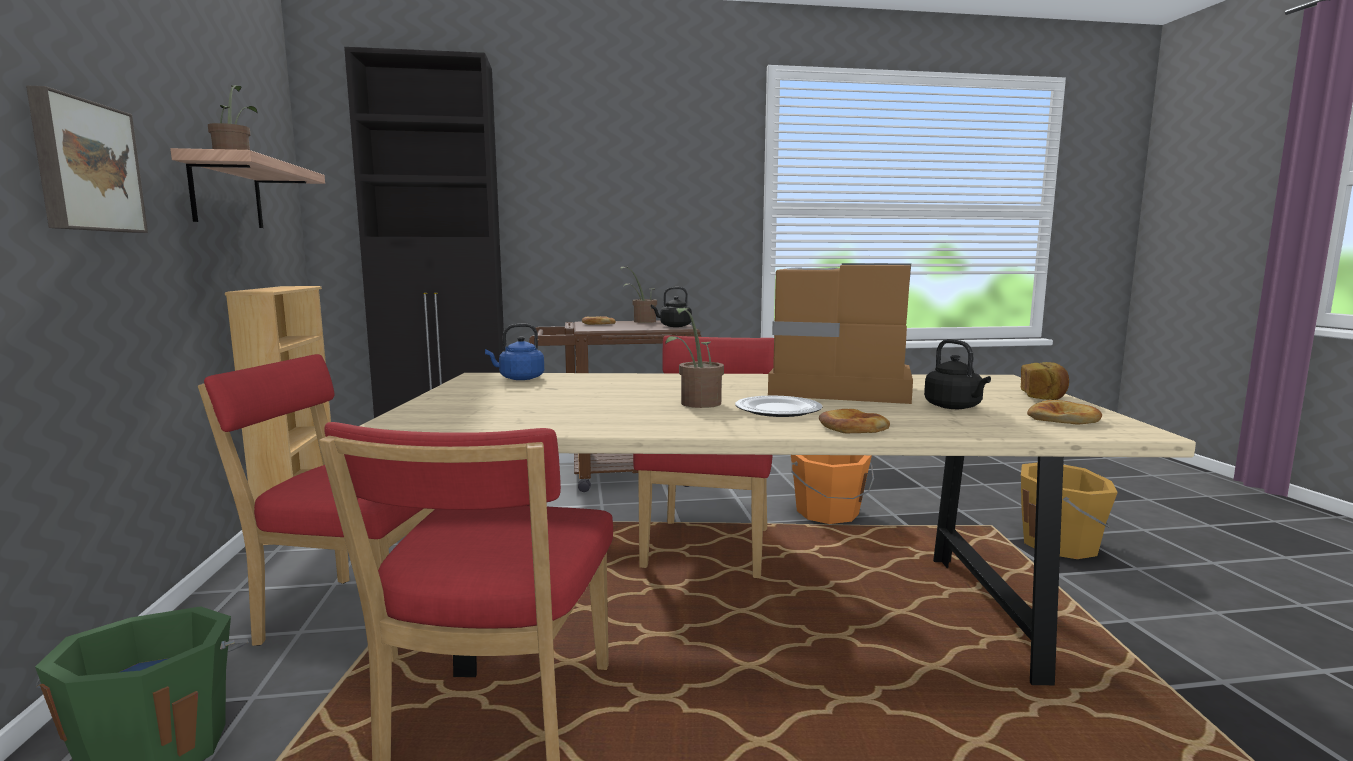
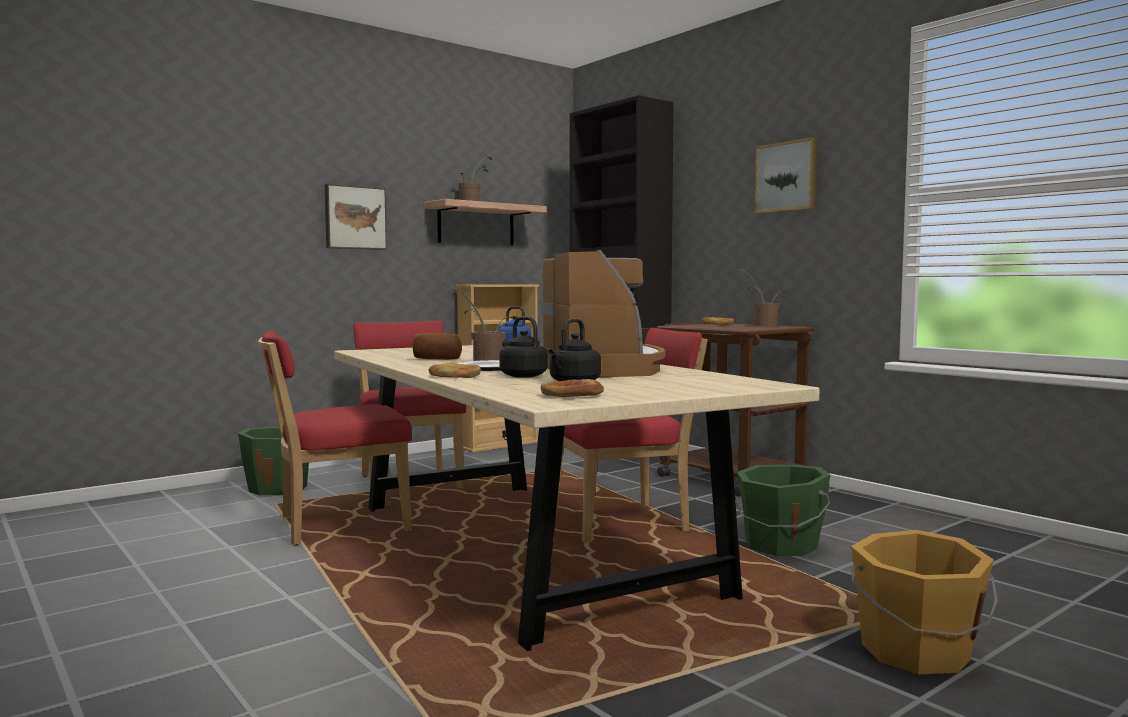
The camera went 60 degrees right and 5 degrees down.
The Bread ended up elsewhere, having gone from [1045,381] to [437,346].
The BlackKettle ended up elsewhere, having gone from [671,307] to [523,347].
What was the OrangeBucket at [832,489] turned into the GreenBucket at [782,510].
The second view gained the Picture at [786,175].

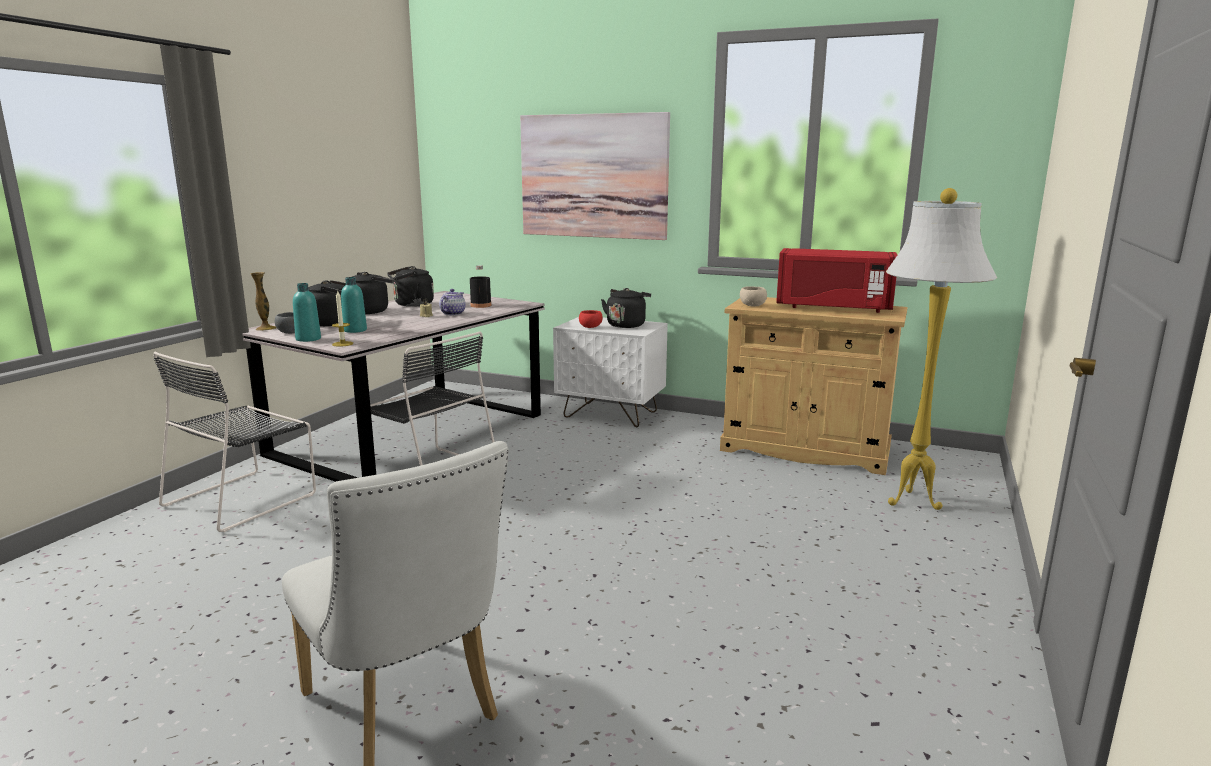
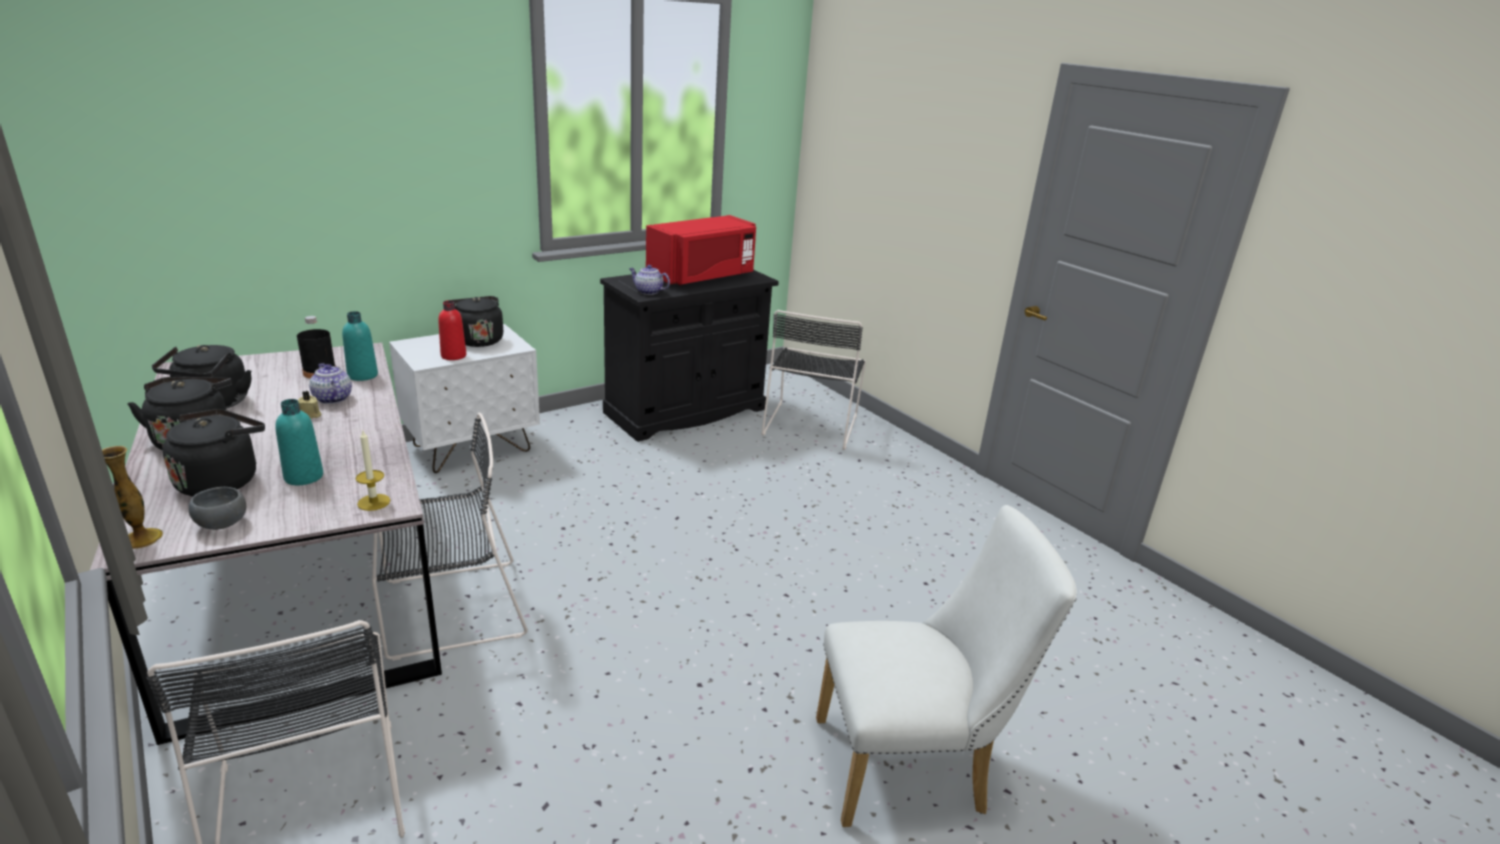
The camera went 60 degrees left and 10 degrees up.
The TurquoiseBottle ended up elsewhere, having gone from [307,312] to [360,346].
Where the RedBowl stood at [591,319], the RedBottle came to stand at [452,330].
What was the BeigeCabinet at [814,386] turned into the BlackCabinet at [689,356].
Where the BeigeBowl stood at [753,296], the Teapot came to stand at [649,280].
Where the WhiteFloorLamp stood at [941,349], the BlackChair came to stand at [814,380].
The second view lost the Picture at [595,176].

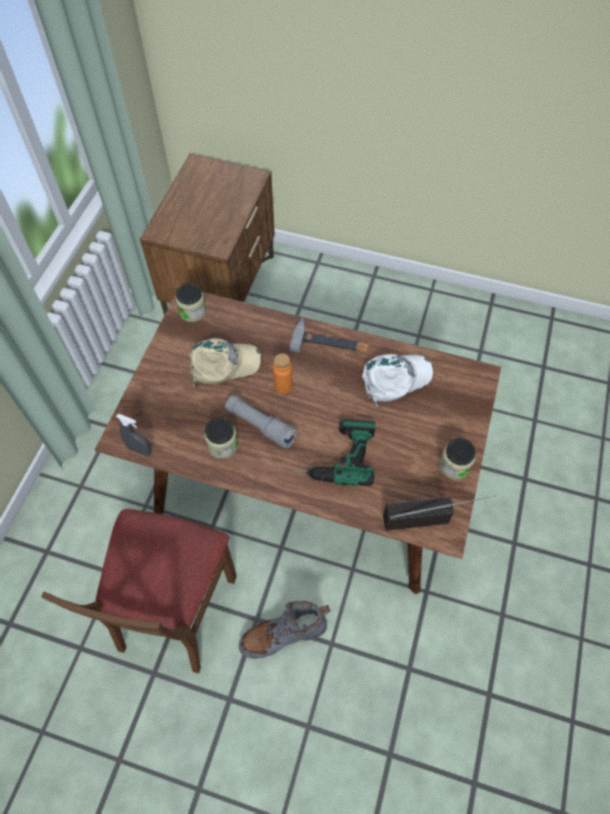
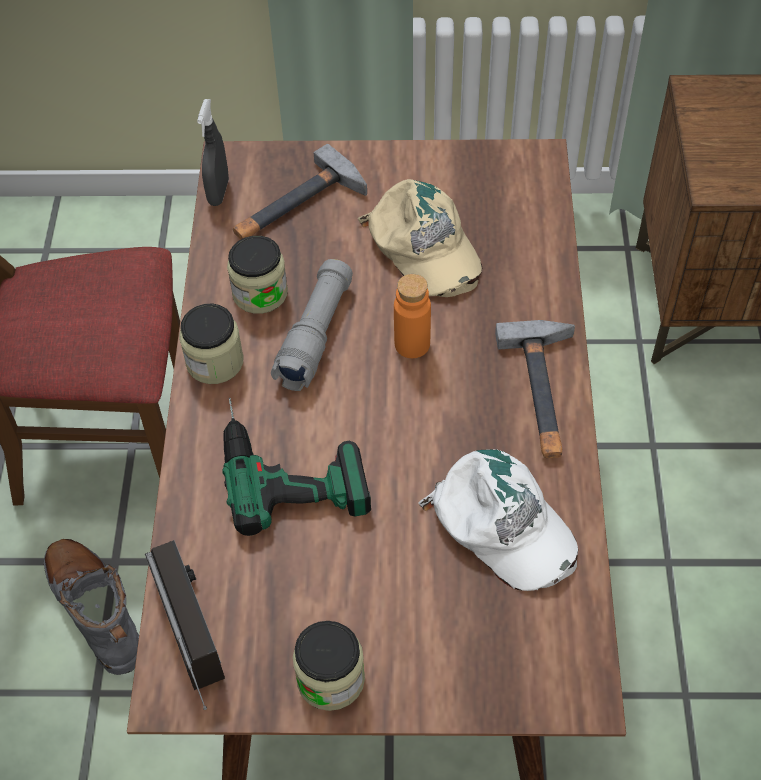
The camera went 75 degrees right and 5 degrees down.
The Jar ended up elsewhere, having gone from [191,302] to [211,344].
The second view gained the Hammer at [300,192].

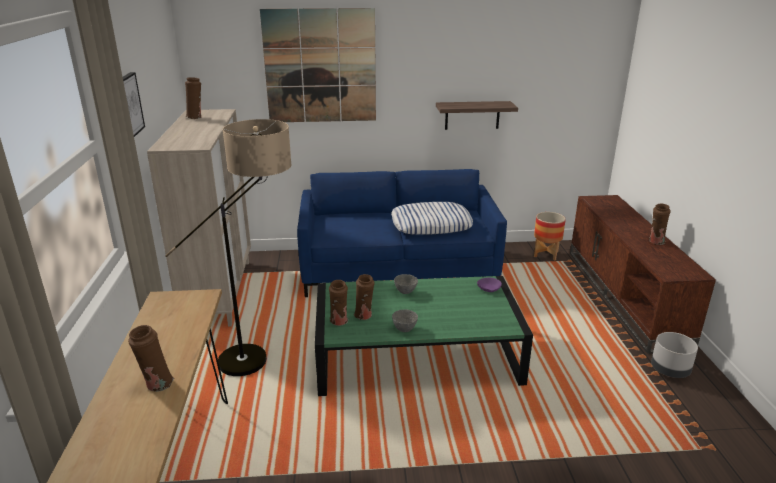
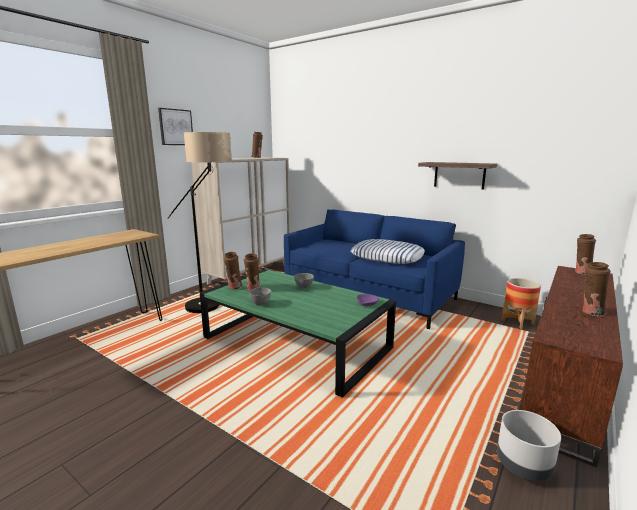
The camera went 40 degrees right and 10 degrees down.
The BrownVase ended up elsewhere, having gone from [151,358] to [585,254].
The second view lost the Picture at [318,65].

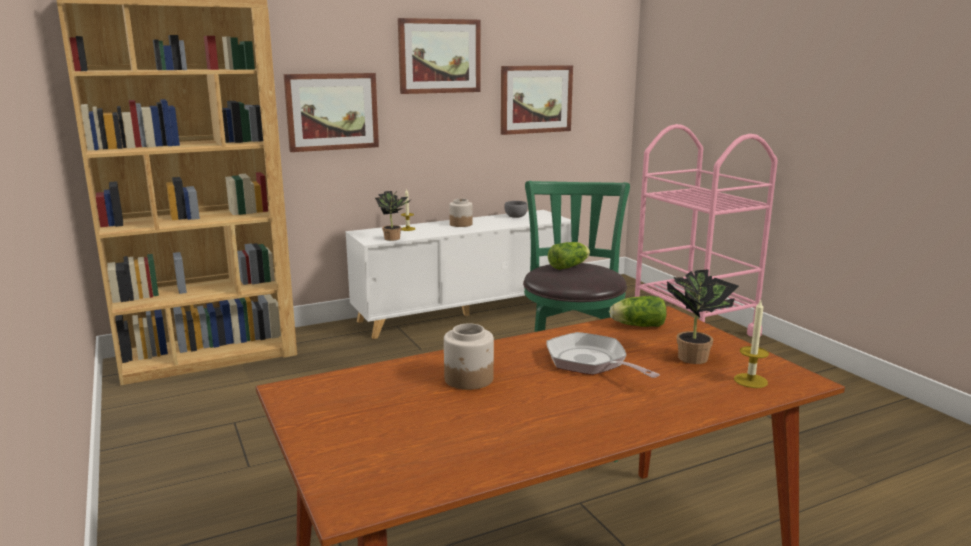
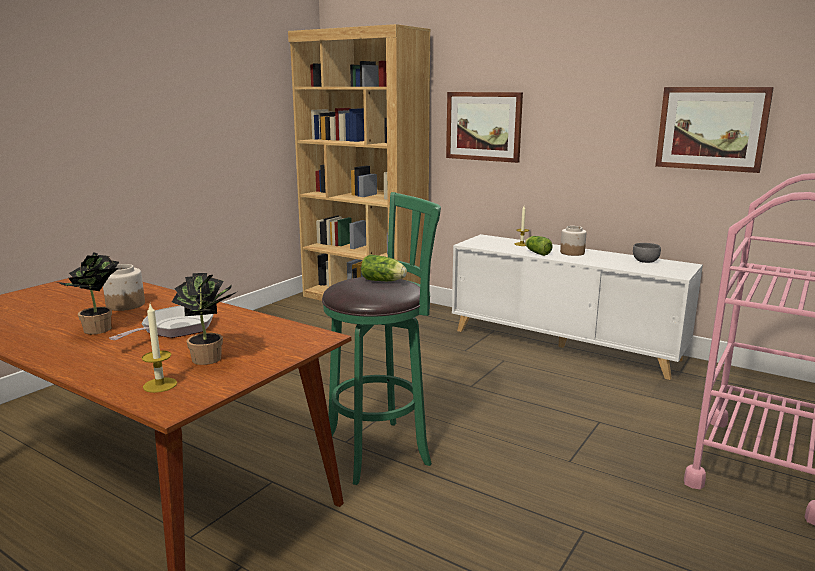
The camera went 60 degrees right and 0 degrees up.
The PottedPlant ended up elsewhere, having gone from [393,216] to [88,293].
The Lettuce ended up elsewhere, having gone from [638,311] to [539,246].
The second view lost the Picture at [439,56].

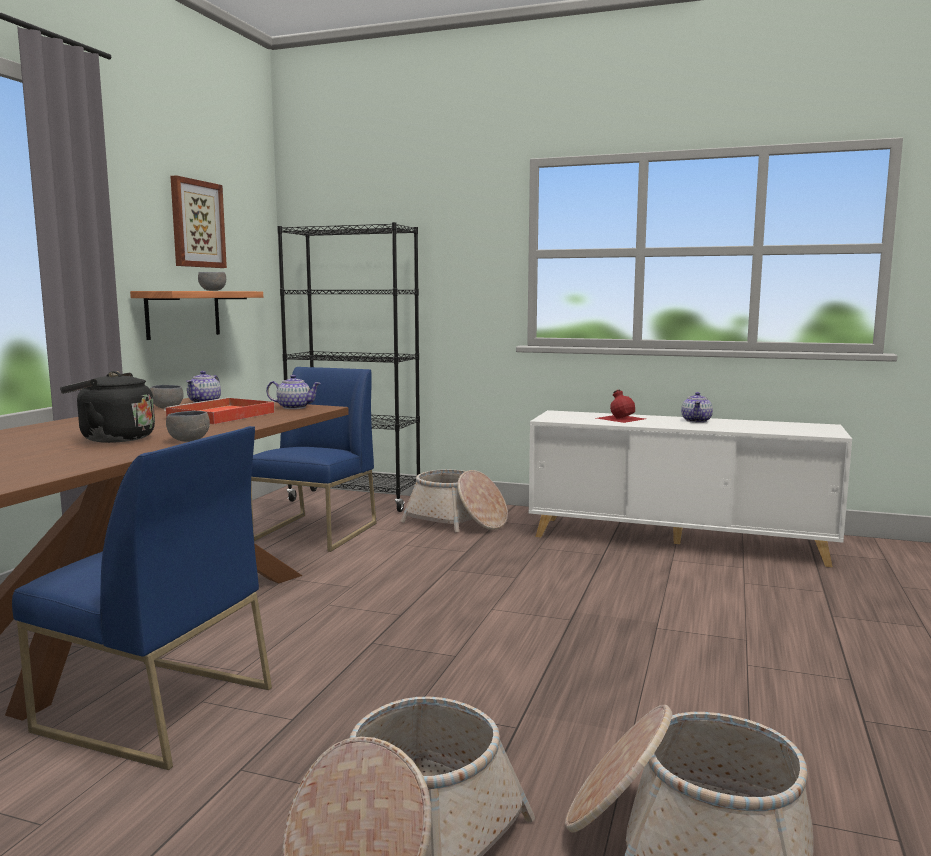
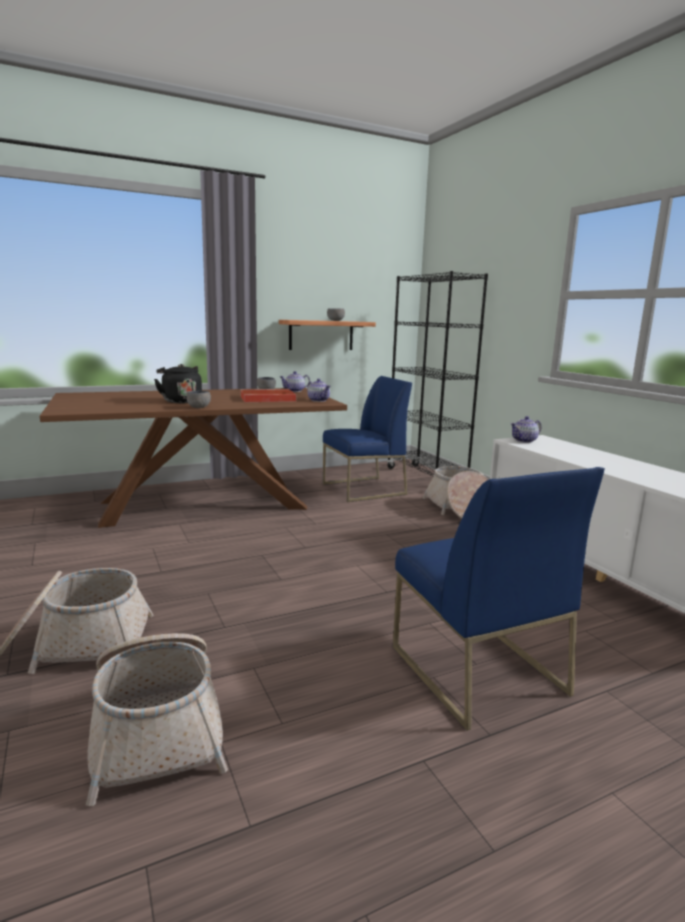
The camera went 45 degrees right and 5 degrees up.
The BlueChair ended up elsewhere, having gone from [142,598] to [499,599].
The Teapot ended up elsewhere, having gone from [697,407] to [525,429].
The second view lost the Picture at [198,221].
The second view lost the RedBottle at [620,406].

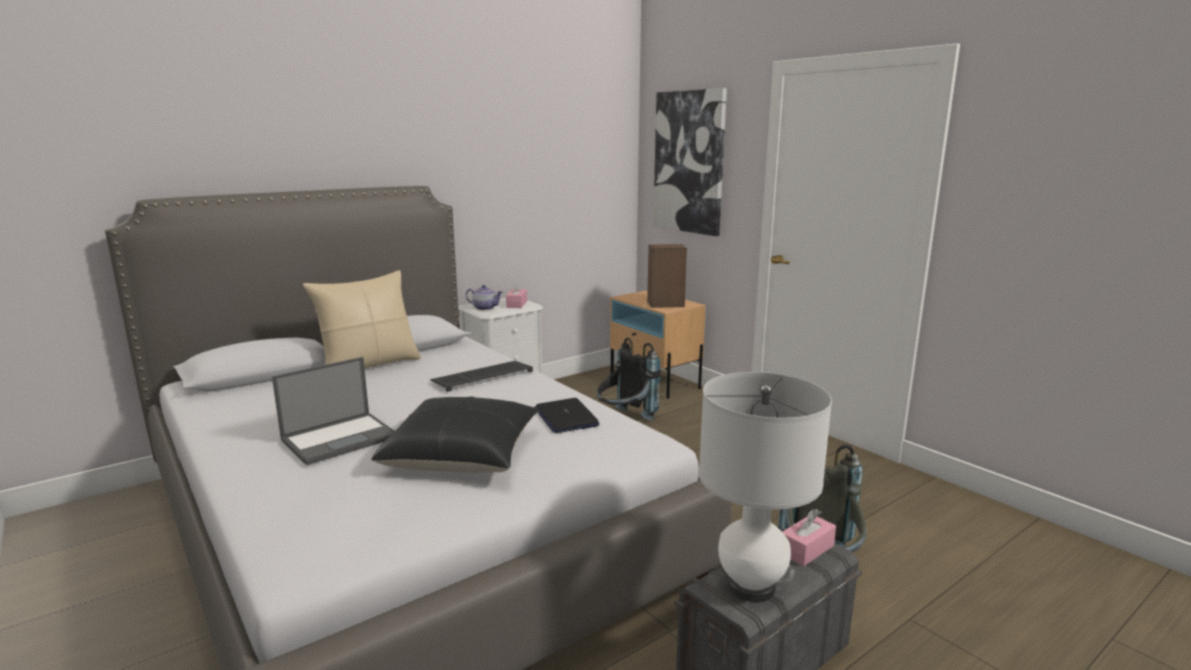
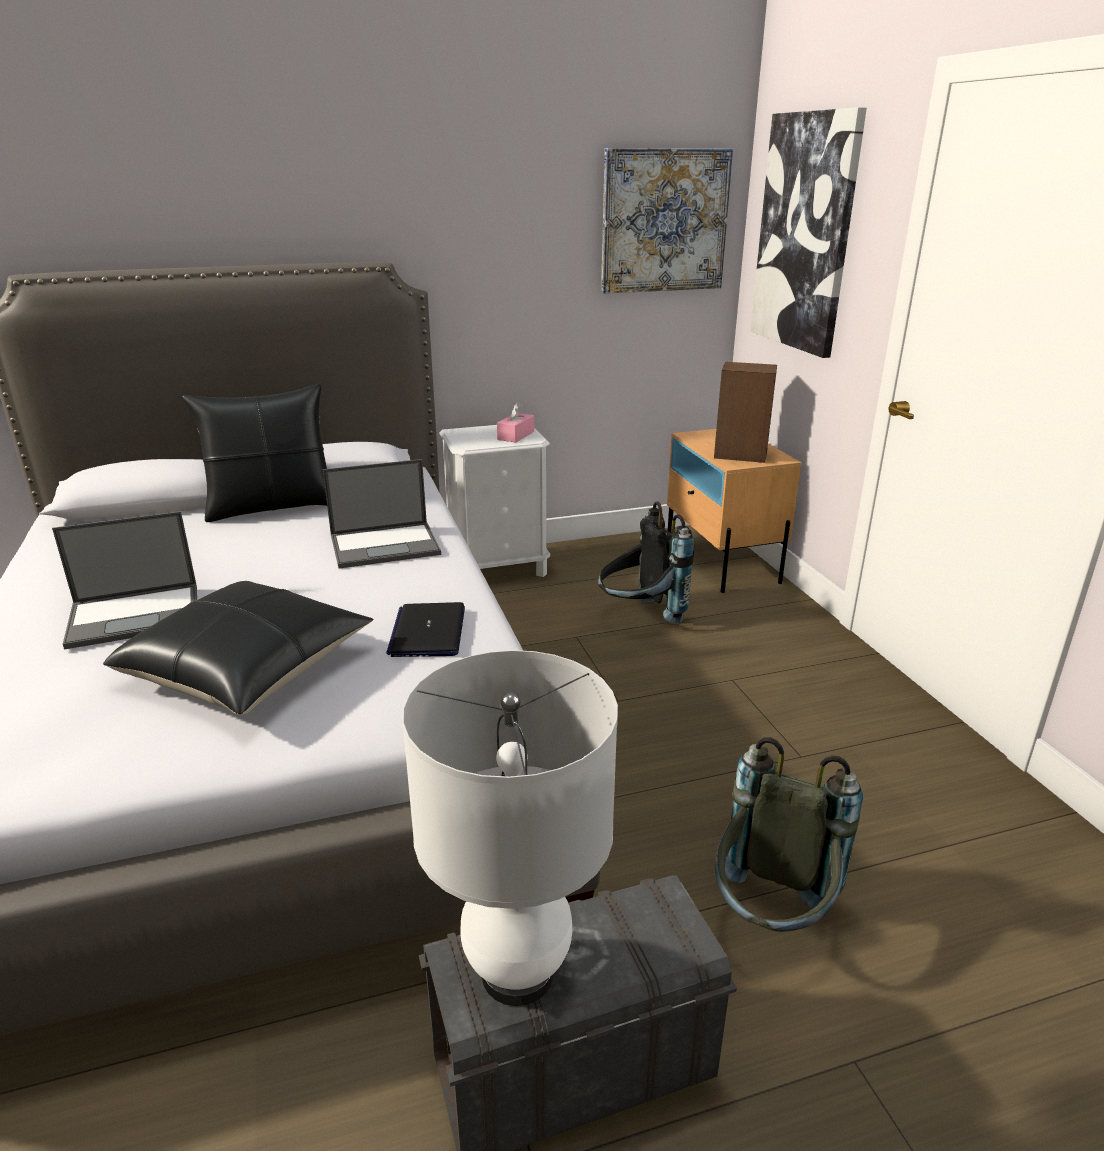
The camera went 20 degrees right and 10 degrees up.
What was the BeigePillow at [362,319] turned into the BlackPillow at [254,453].
Where the Keyboard stood at [481,376], the Laptop came to stand at [382,514].
The second view gained the Picture at [667,221].
The second view lost the Teapot at [484,297].
The second view lost the PinkTissueBox at [809,537].

